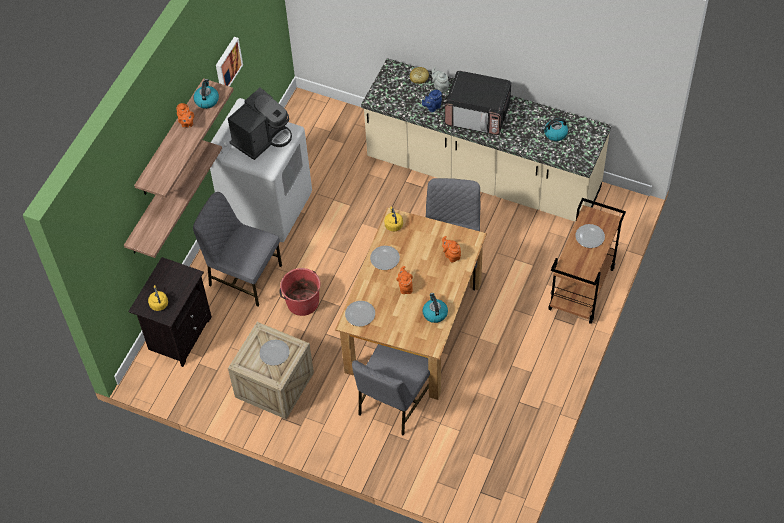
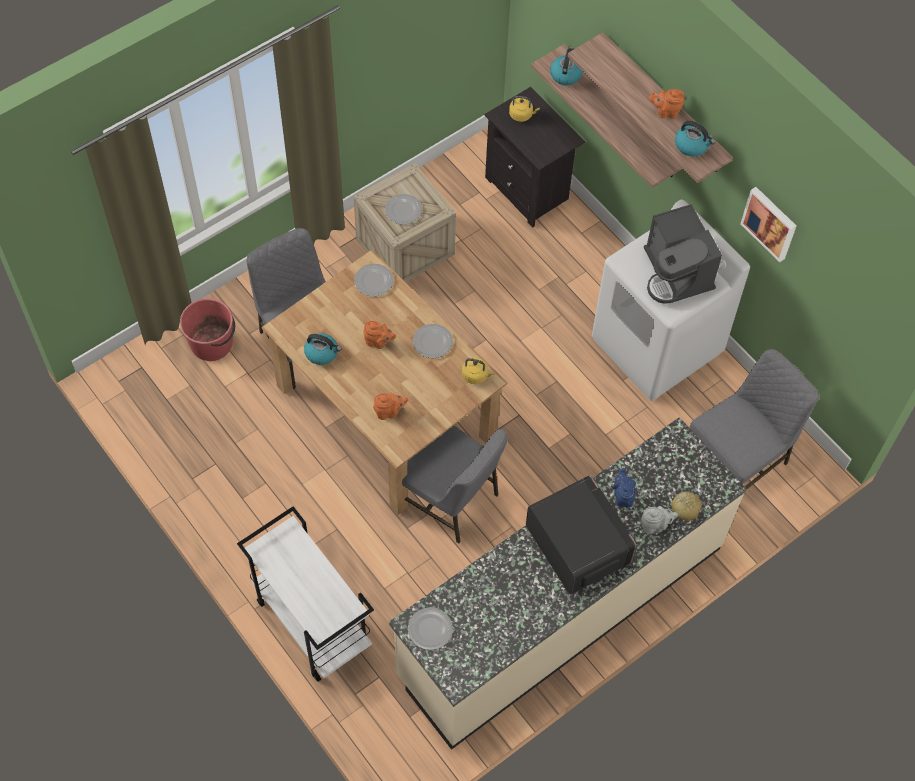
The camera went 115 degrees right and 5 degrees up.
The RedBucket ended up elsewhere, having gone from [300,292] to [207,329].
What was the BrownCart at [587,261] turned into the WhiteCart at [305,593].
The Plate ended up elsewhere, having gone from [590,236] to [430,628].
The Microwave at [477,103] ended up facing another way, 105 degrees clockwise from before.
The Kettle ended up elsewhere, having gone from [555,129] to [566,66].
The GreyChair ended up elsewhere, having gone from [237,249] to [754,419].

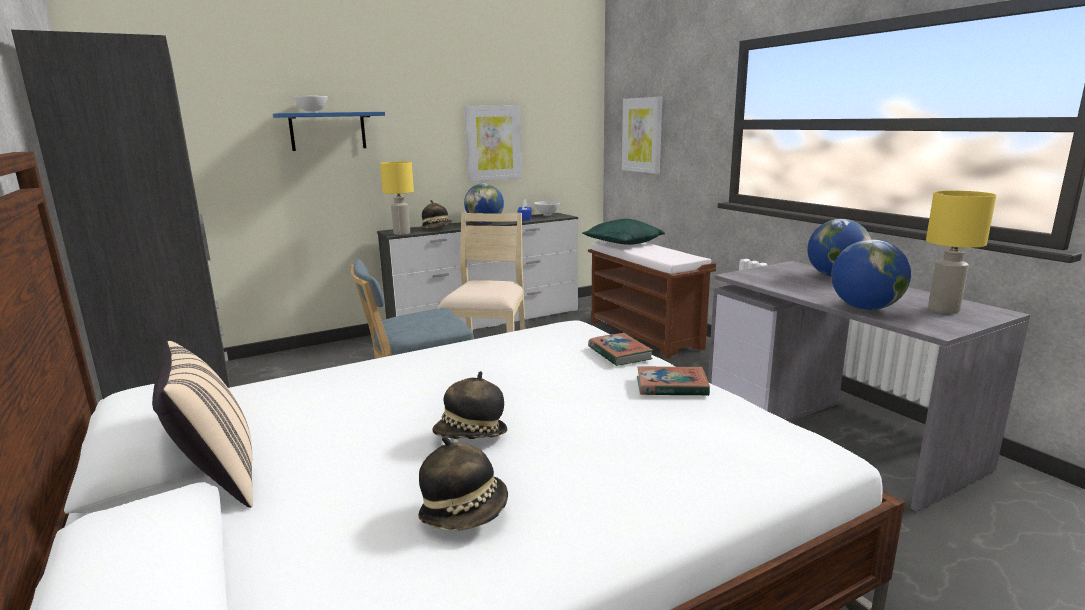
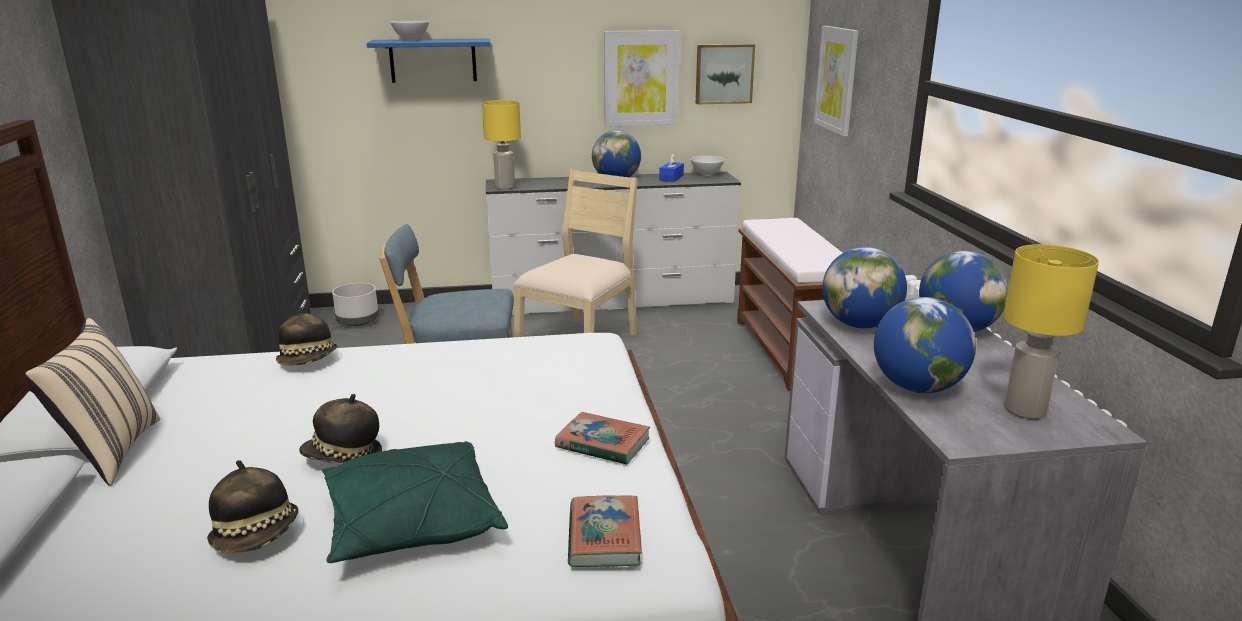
The camera went 20 degrees right and 5 degrees up.
The Hat ended up elsewhere, having gone from [436,214] to [307,336].
The GreenPillow ended up elsewhere, having gone from [623,232] to [415,502].
The second view gained the GreyPlanter at [355,304].
The Book ended up elsewhere, having gone from [621,349] to [605,531].
The second view gained the Picture at [725,74].
The second view gained the Globe at [864,287].

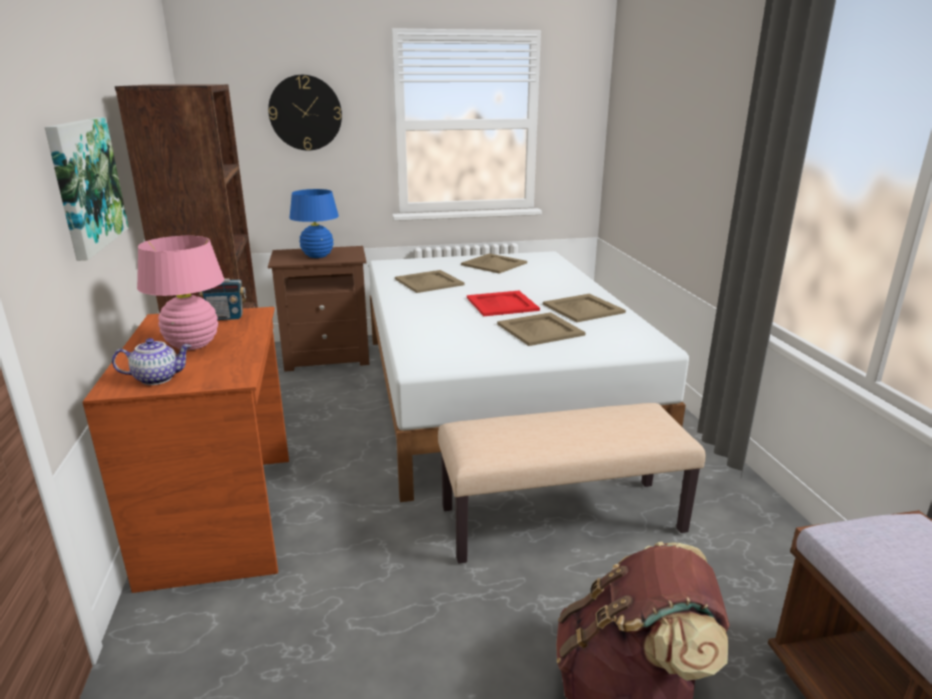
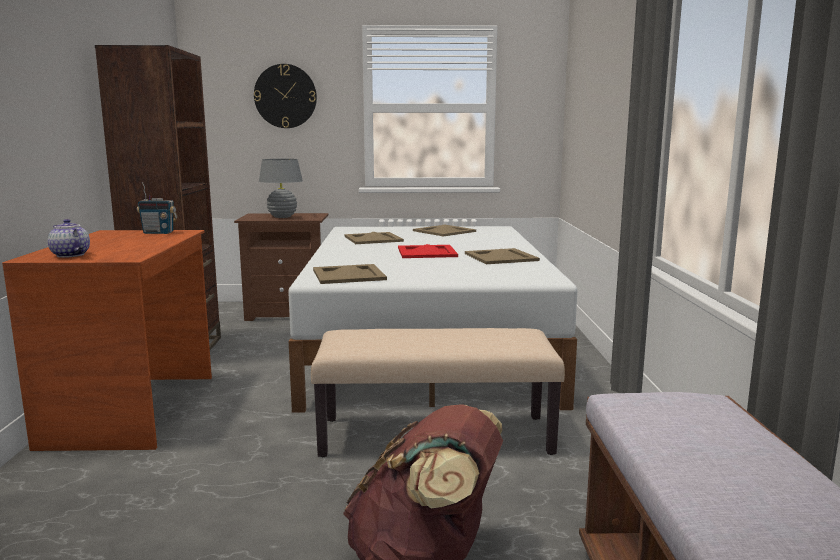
The camera went 10 degrees right and 10 degrees down.
The Teapot at [151,361] ended up facing another way, 135 degrees counterclockwise from before.
What was the BlueTableLamp at [314,223] turned into the GreyTableLamp at [281,188].
The BeigeTray ended up elsewhere, having gone from [541,329] to [350,274].
The second view lost the Picture at [87,189].
The second view lost the PinkTableLamp at [180,293].

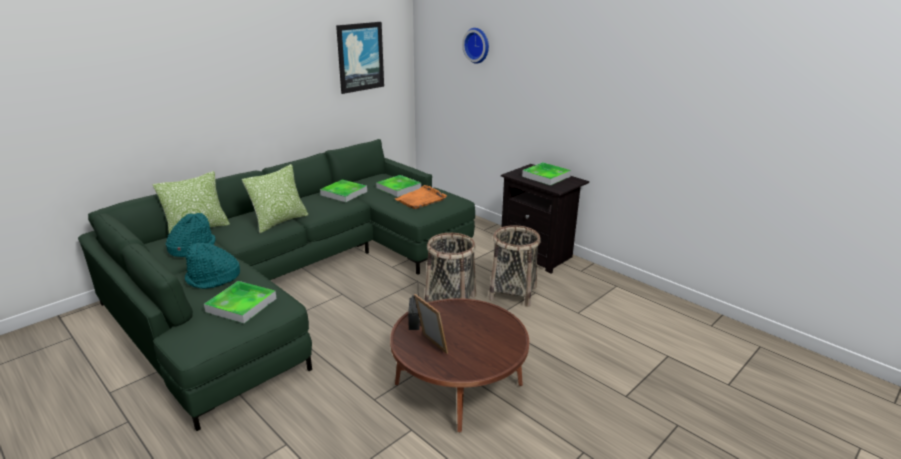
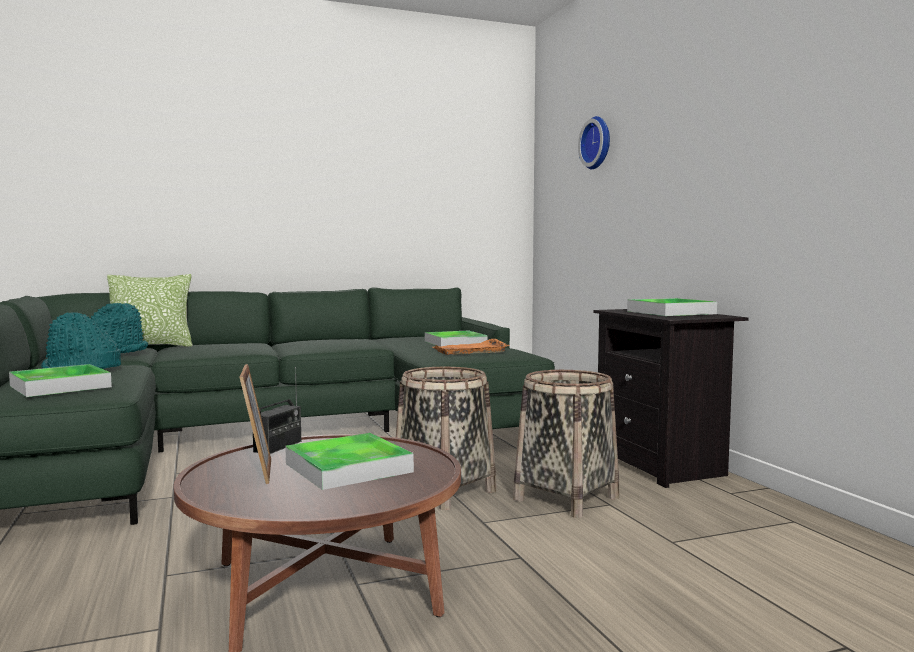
The camera went 25 degrees right and 20 degrees down.
The Tray ended up elsewhere, having gone from [343,190] to [349,461].
The second view lost the Pillow at [275,198].
The second view lost the Picture at [360,58].

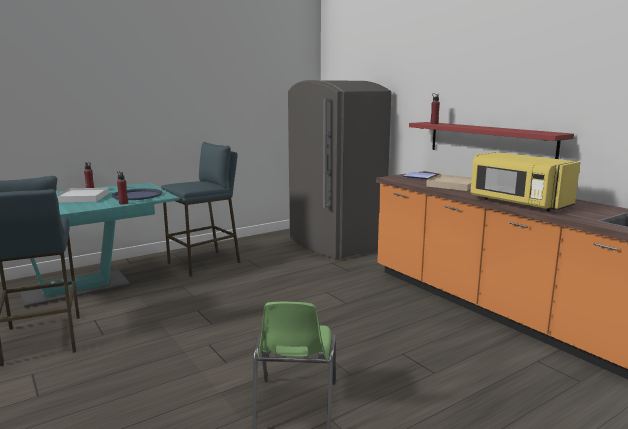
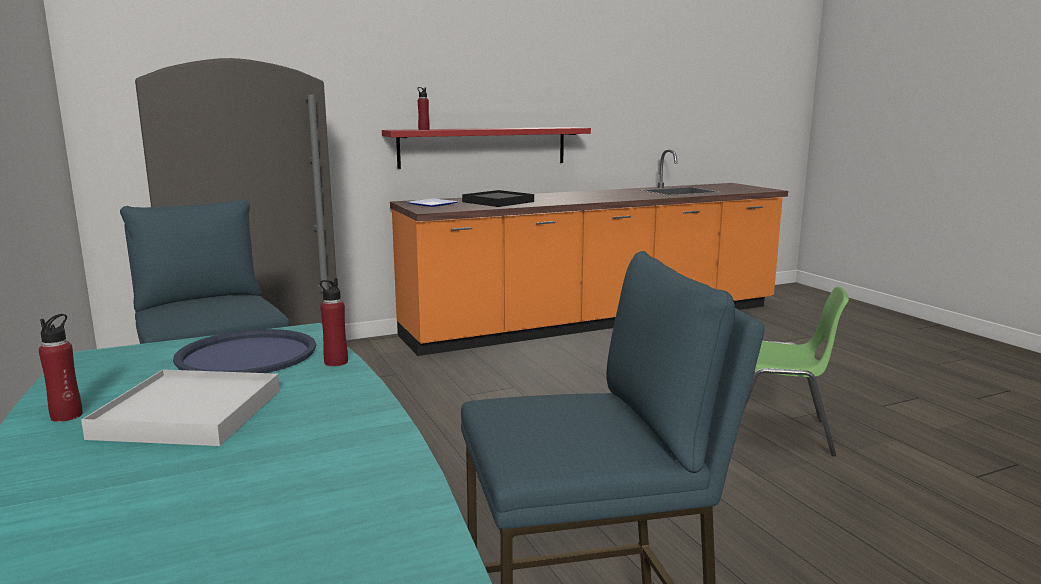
The camera went 80 degrees left and 0 degrees up.
What was the BeigeTray at [449,182] turned into the BlackTray at [498,198].
The second view lost the YellowMicrowave at [525,182].

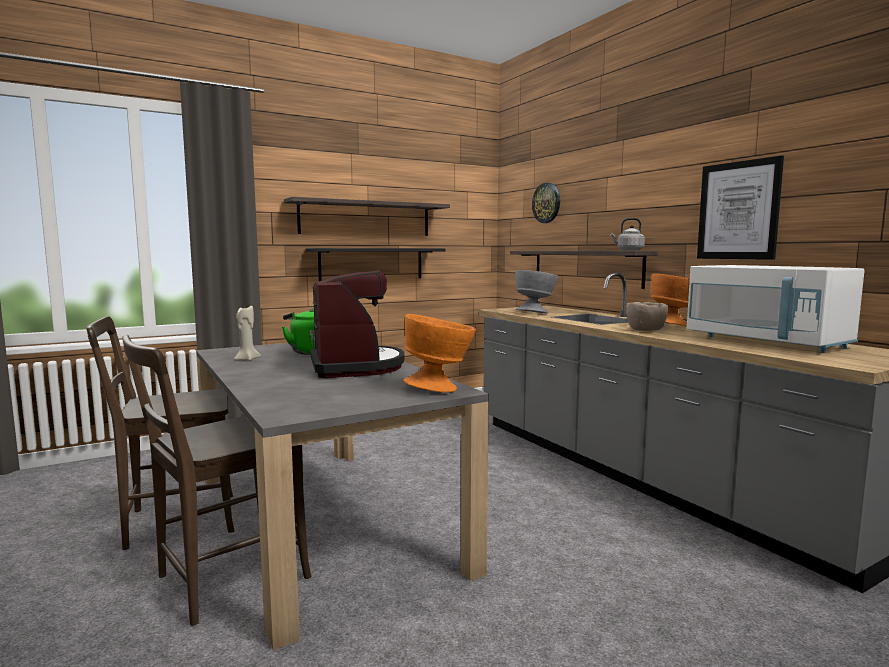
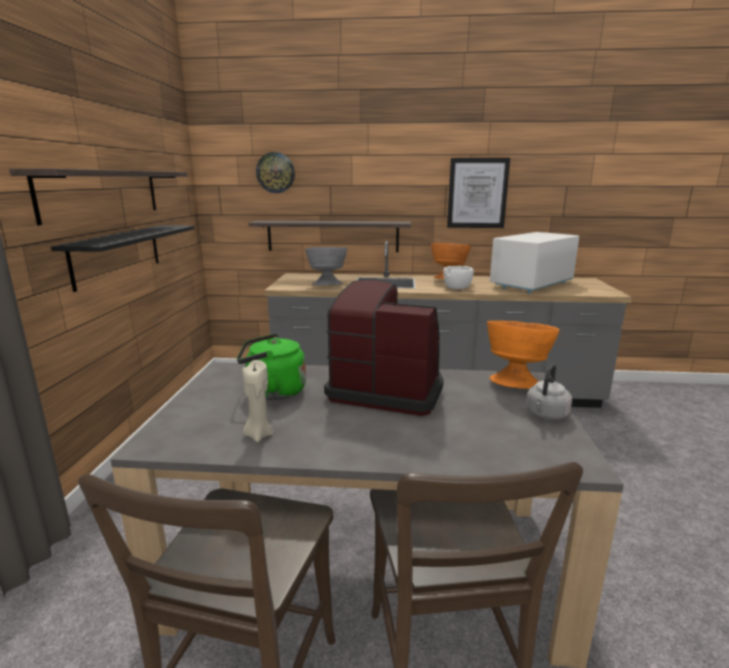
The camera went 55 degrees left and 10 degrees up.
What was the BrownBowl at [647,316] turned into the WhiteBowl at [458,277].
The WhiteMicrowave at [776,309] ended up facing another way, 135 degrees clockwise from before.
The GreyKettle ended up elsewhere, having gone from [627,234] to [549,392].

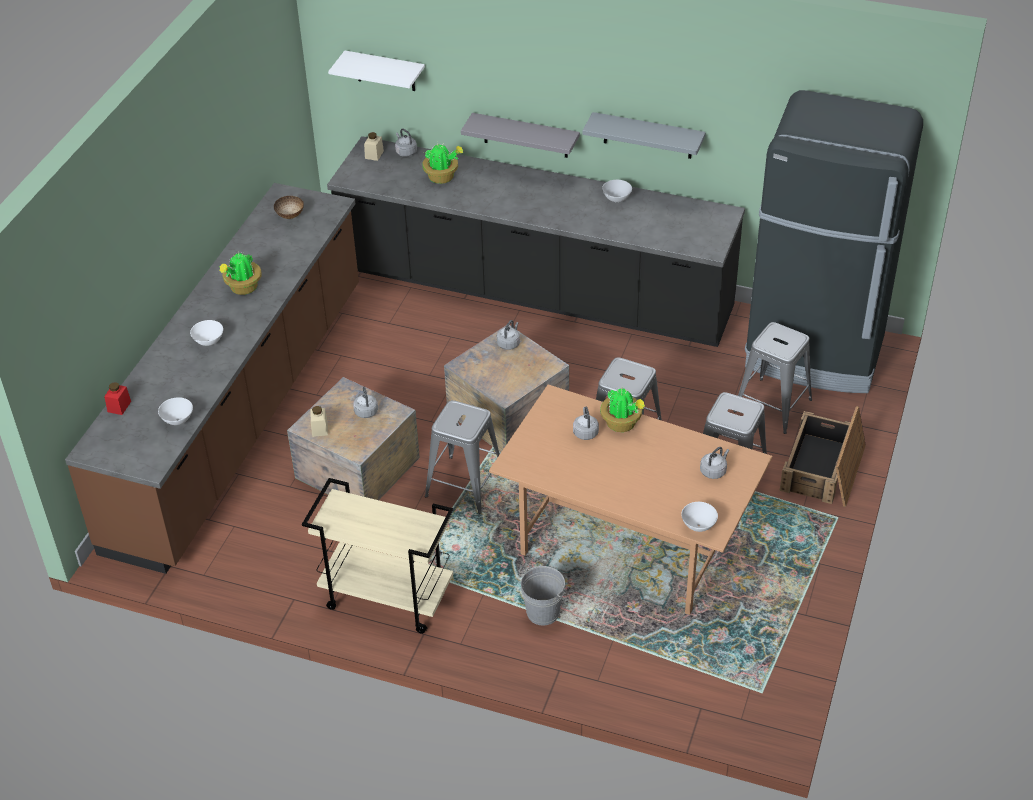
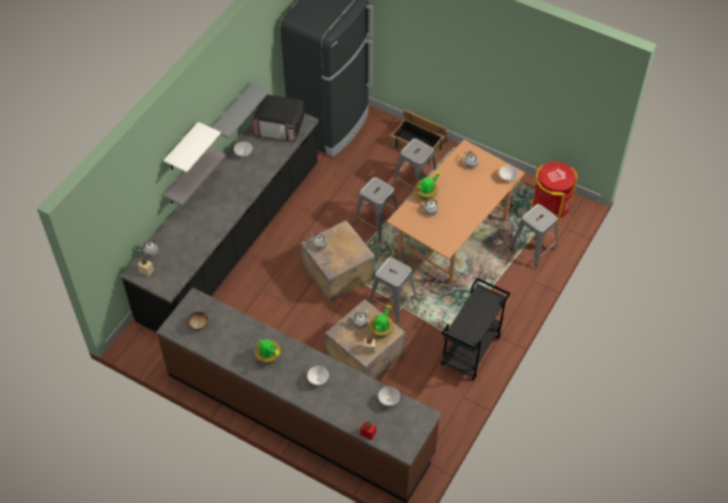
The camera went 80 degrees left and 10 degrees up.
The WhiteShelf ended up elsewhere, having gone from [376,71] to [192,147].
The second view gained the Microwave at [278,118].
The PottedPlant ended up elsewhere, having gone from [443,163] to [381,321].
What was the BeigeCart at [377,556] turned into the BlackCart at [475,329].
The GreyStool ended up elsewhere, having gone from [772,378] to [533,236].
The second view gained the RedTrashCan at [554,191].
The second view lost the GreyBucket at [543,595].

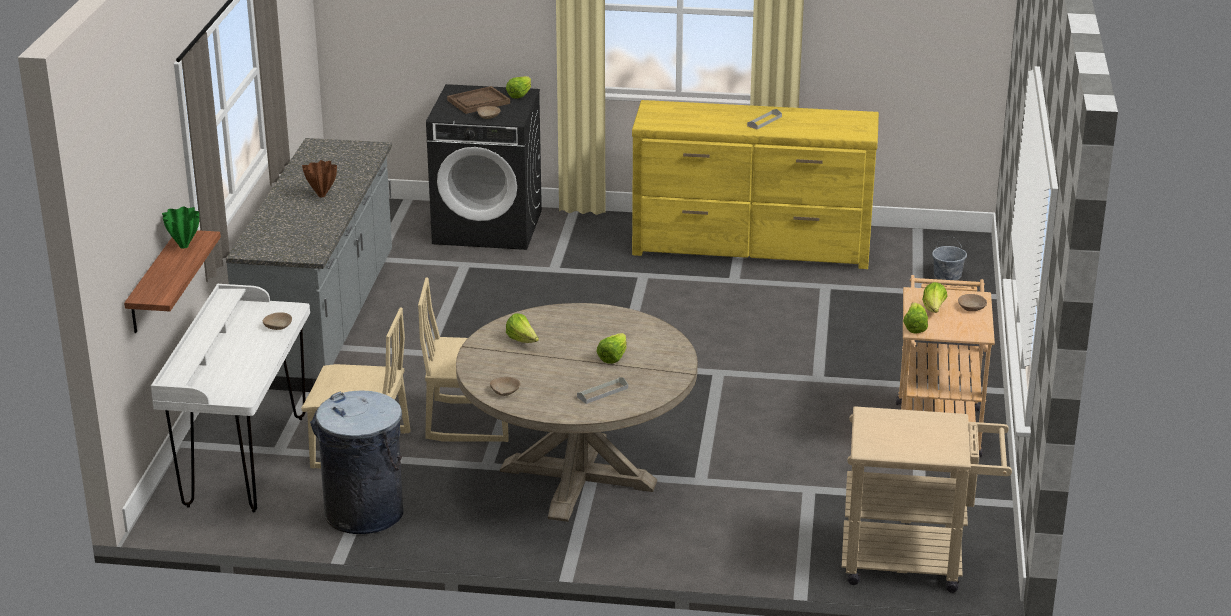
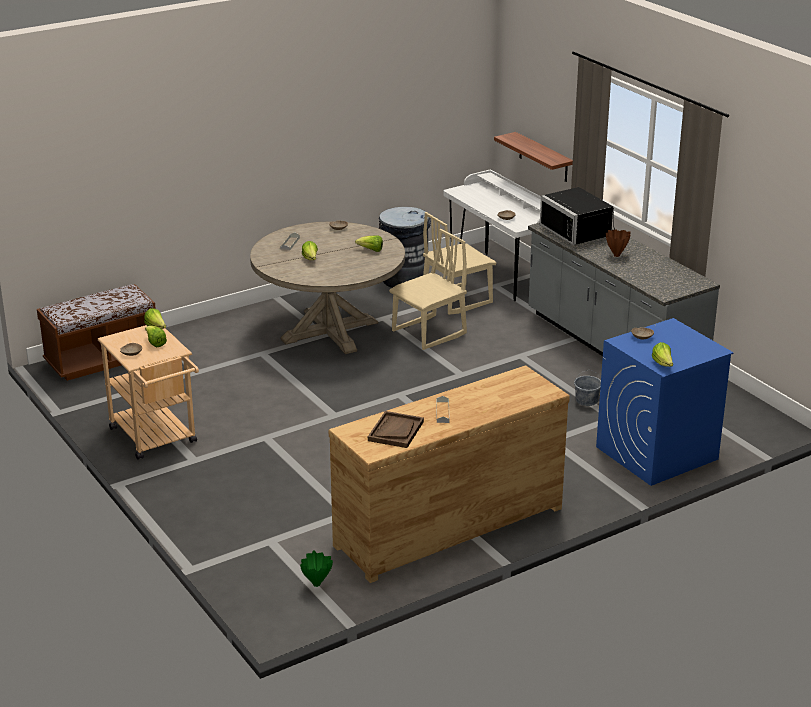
The camera went 140 degrees right and 0 degrees up.
Where the BeigeCart stood at [927,499], the BrownBench came to stand at [96,332].
The GreenVase ended up elsewhere, having gone from [180,227] to [316,568].
What was the YellowDresser at [755,184] turned into the BrownDresser at [449,474].
The BrownTray ended up elsewhere, having gone from [478,100] to [396,429].
The second view gained the BlackMicrowave at [577,216].
The GreyBucket ended up elsewhere, having gone from [949,258] to [587,388].
What was the BlackWashingMachine at [484,167] turned into the BlueWashingMachine at [665,402].

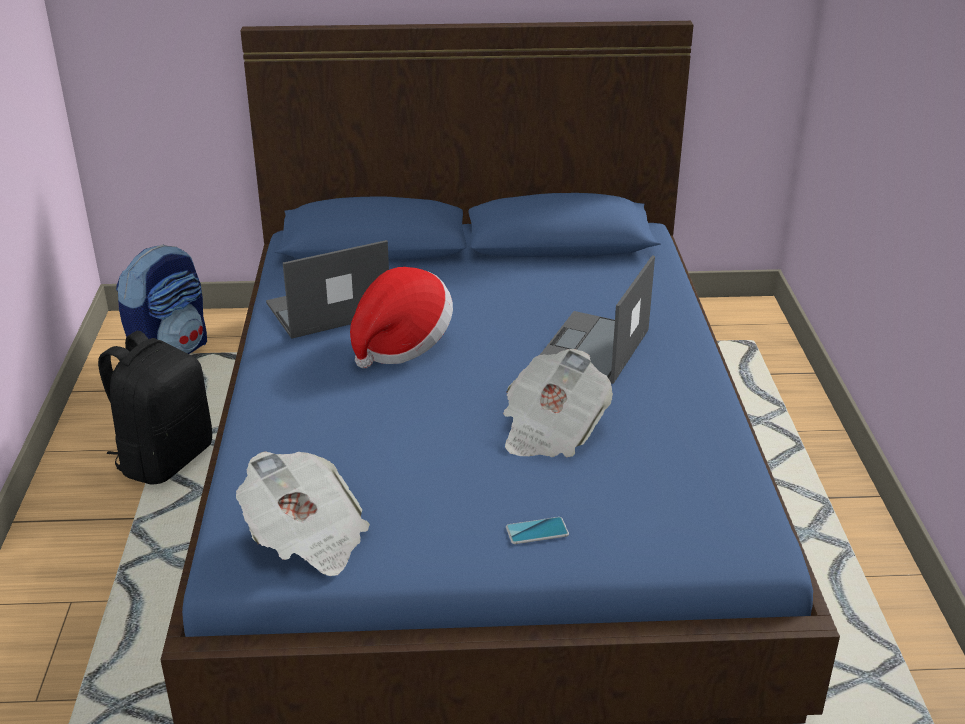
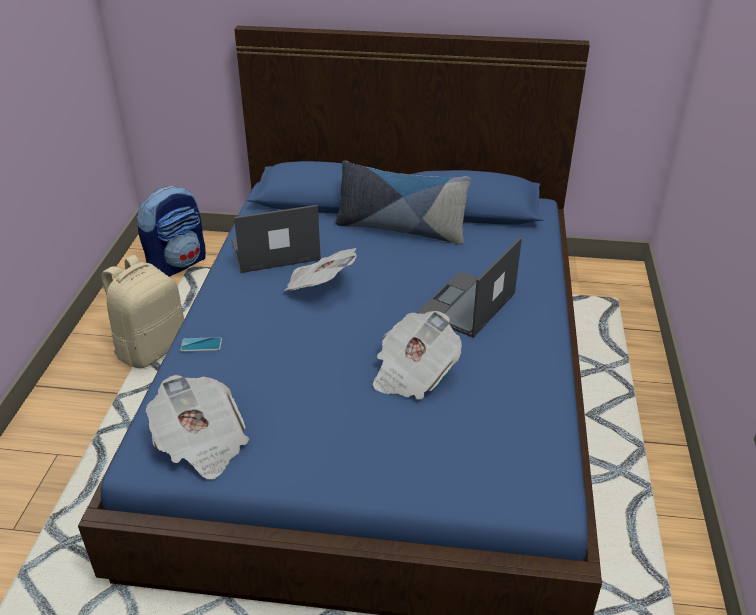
The camera went 10 degrees right and 5 degrees up.
What was the BlackBackpack at [155,407] turned into the BeigeBackpack at [142,311].
The Phone ended up elsewhere, having gone from [537,530] to [201,344].
Where the Hat stood at [401,317], the Newspaper came to stand at [320,269].
The second view gained the Pillow at [403,202].

